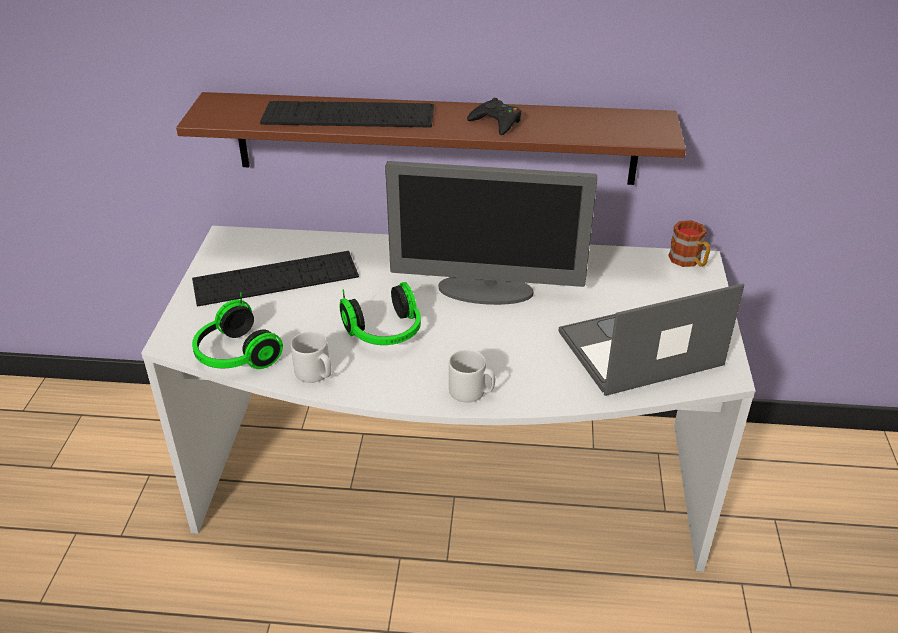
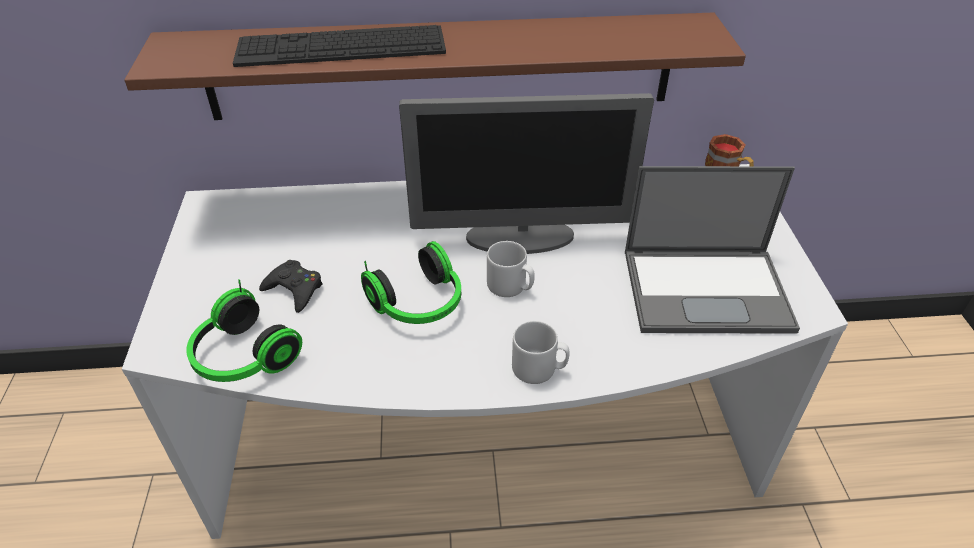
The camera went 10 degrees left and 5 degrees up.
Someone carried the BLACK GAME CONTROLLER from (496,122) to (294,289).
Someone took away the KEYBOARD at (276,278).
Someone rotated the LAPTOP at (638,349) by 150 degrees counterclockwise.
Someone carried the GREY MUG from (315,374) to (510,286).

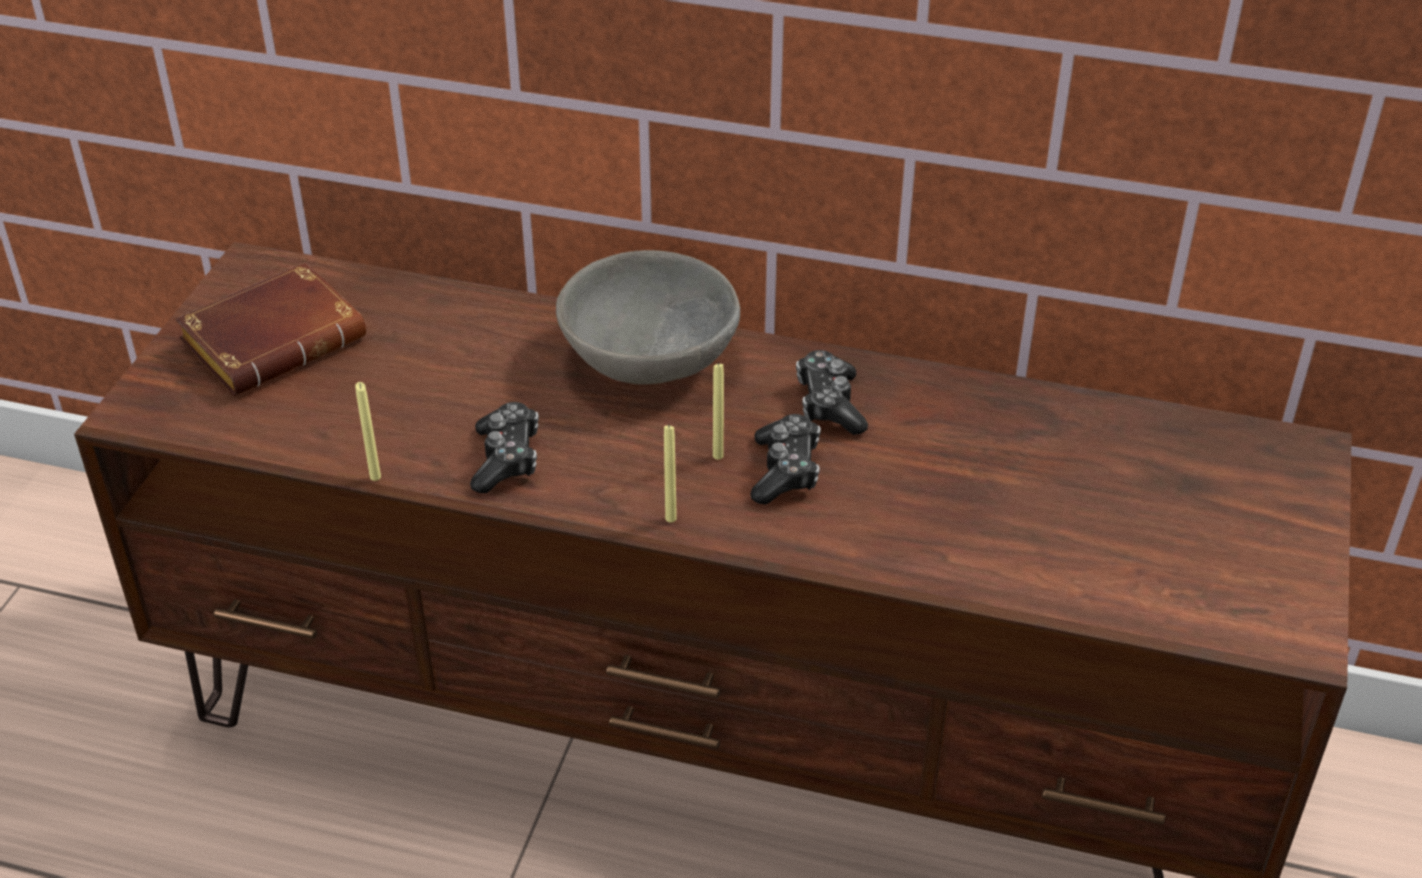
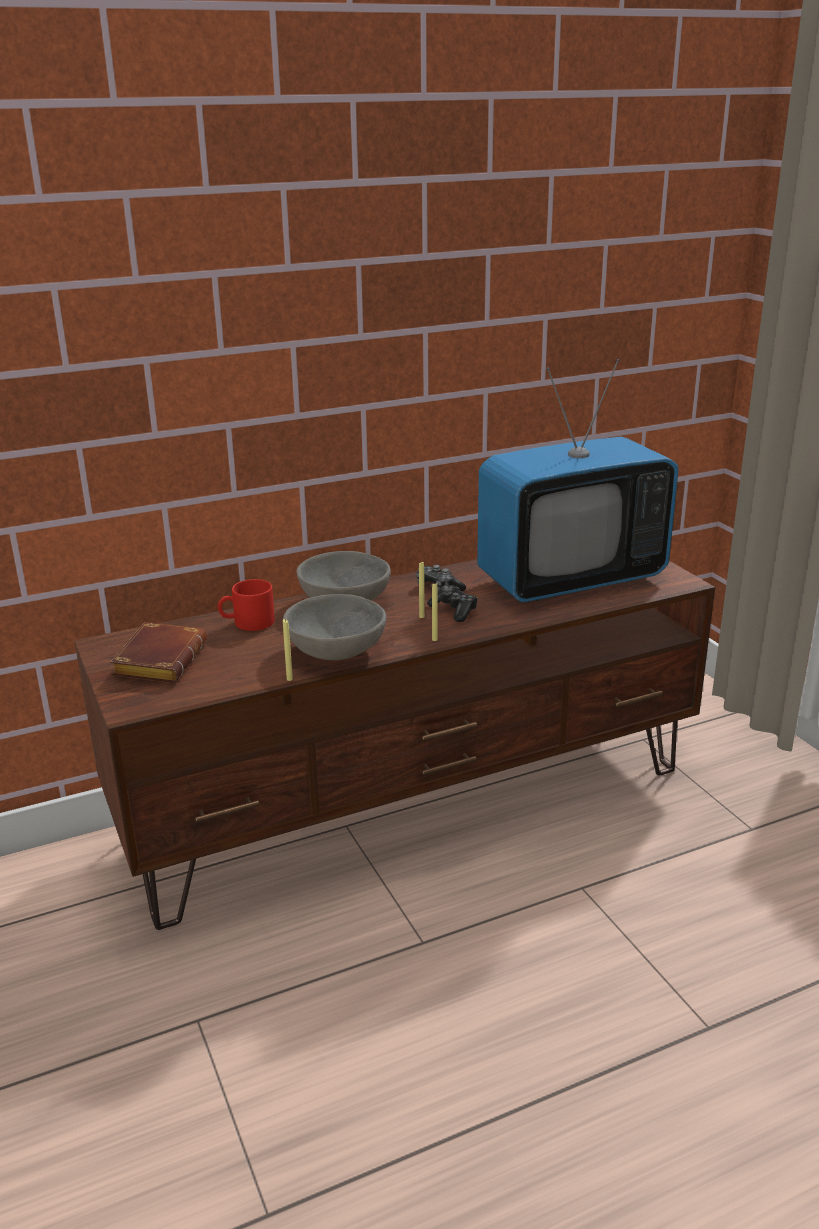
The camera went 40 degrees left and 15 degrees down.
Someone swapped the GAME CONTROLLER at (506,459) for the GREY BOWL at (337,651).
Someone put down the TELEVISION at (571,580).
Someone put down the RED MUG at (247,623).

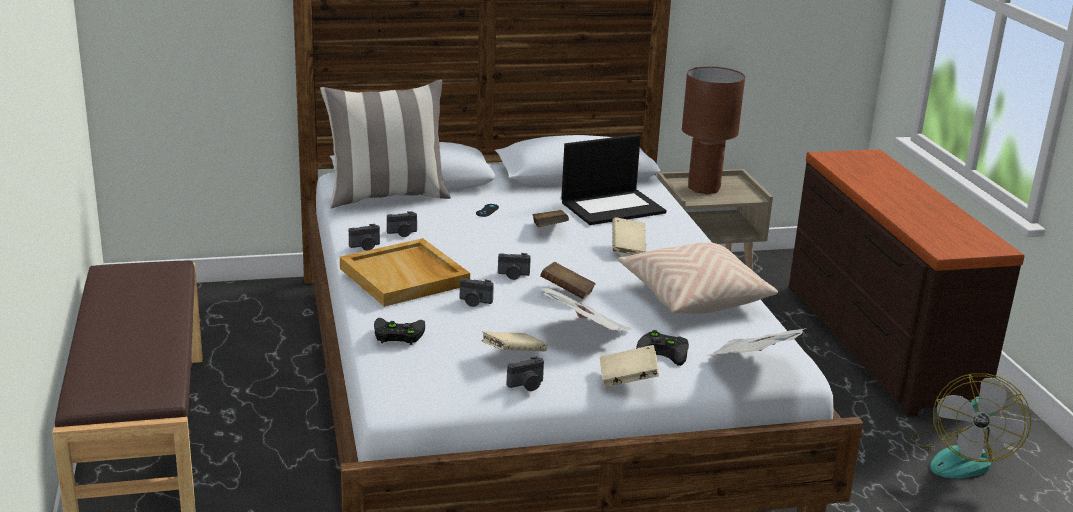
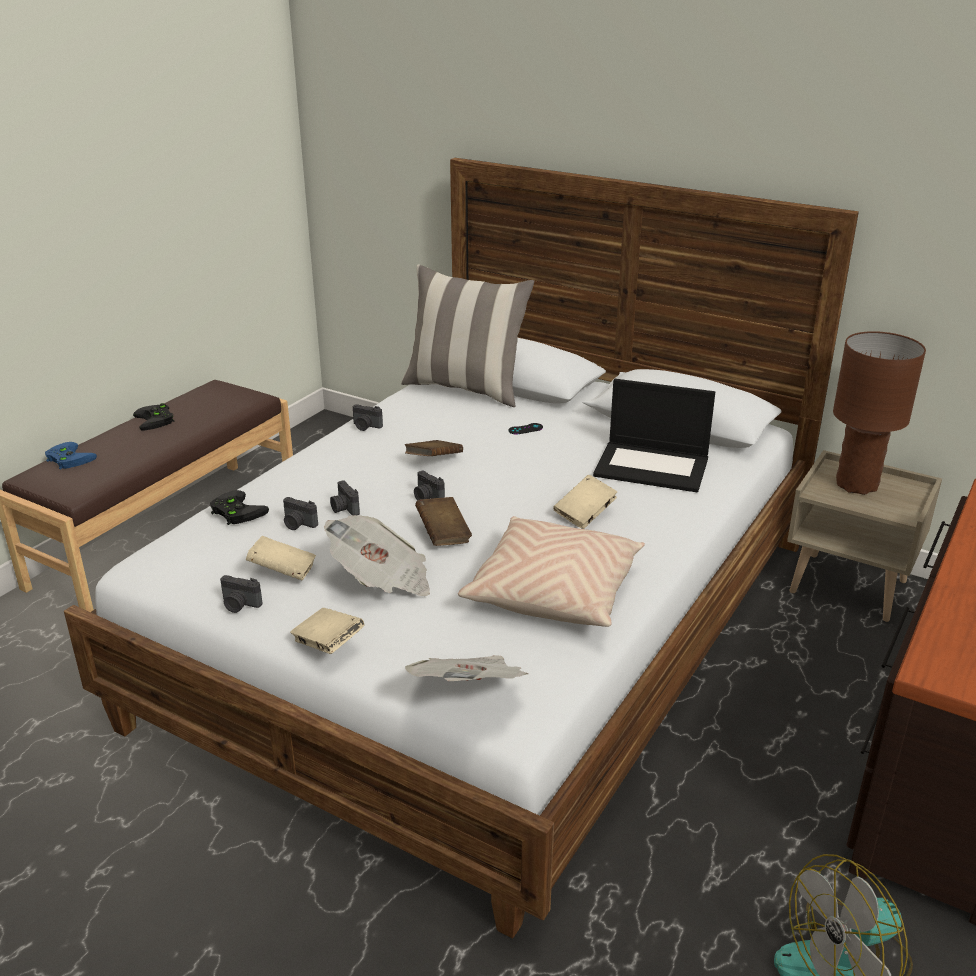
The camera went 45 degrees right and 5 degrees up.
Someone carried the BROWN BOOK from (549,229) to (434,461).
Someone carried the PHOTO CAMERA from (402,233) to (298,524).
Someone took away the BEIGE TRAY at (405,277).
Someone carried the BLACK GAME CONTROLLER from (665,351) to (156,420).
Someone put down the BLUE GAME CONTROLLER at (67,459).

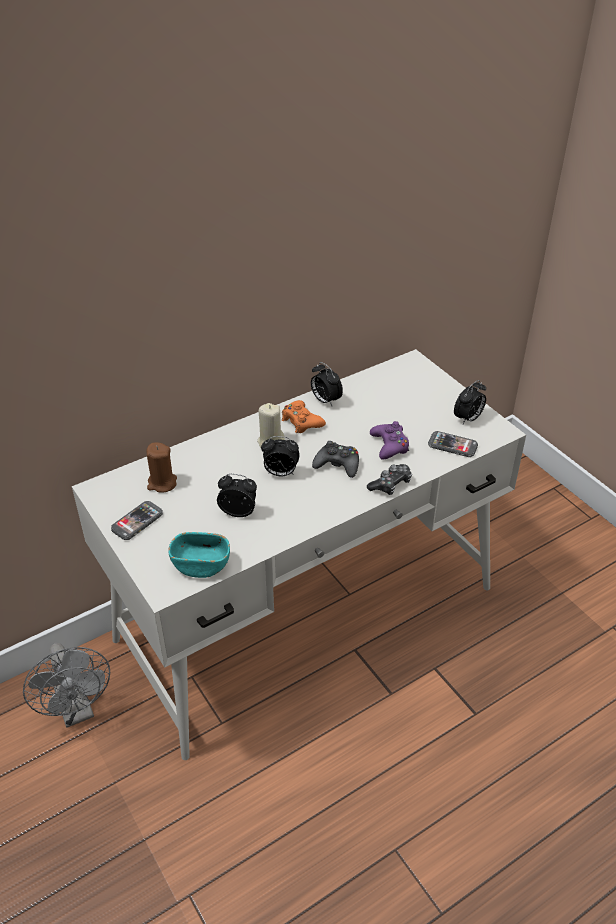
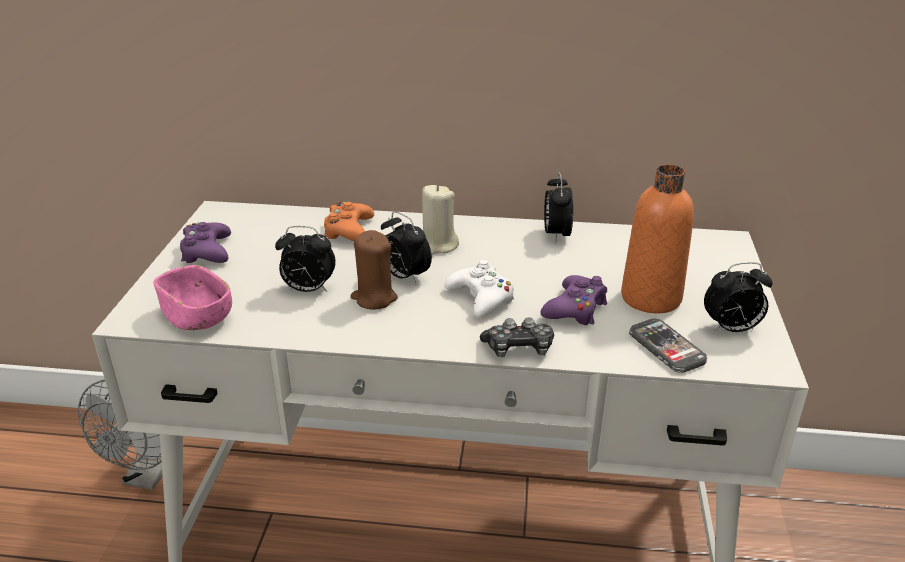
The camera went 40 degrees right and 10 degrees down.
Someone carried the ORANGE GAME CONTROLLER from (301,422) to (349,230).
Someone repainted the BLACK GAME CONTROLLER at (337,464), which became the WHITE GAME CONTROLLER at (481,298).
Someone carried the BROWN CANDLE from (162,483) to (374,298).
Someone rotated the ALARM CLOCK at (239,512) by 135 degrees clockwise.
Someone swapped the PHONE at (137,521) for the PURPLE GAME CONTROLLER at (207,251).
Someone repainted the TURQUOISE BOWL at (201,565), which became the PINK BOWL at (197,317).
Someone put down the ORANGE BOTTLE at (651,298).

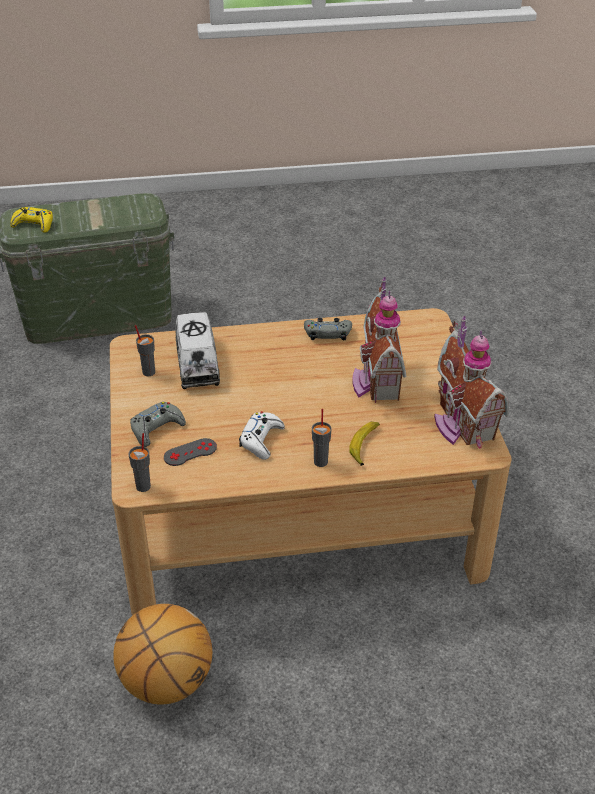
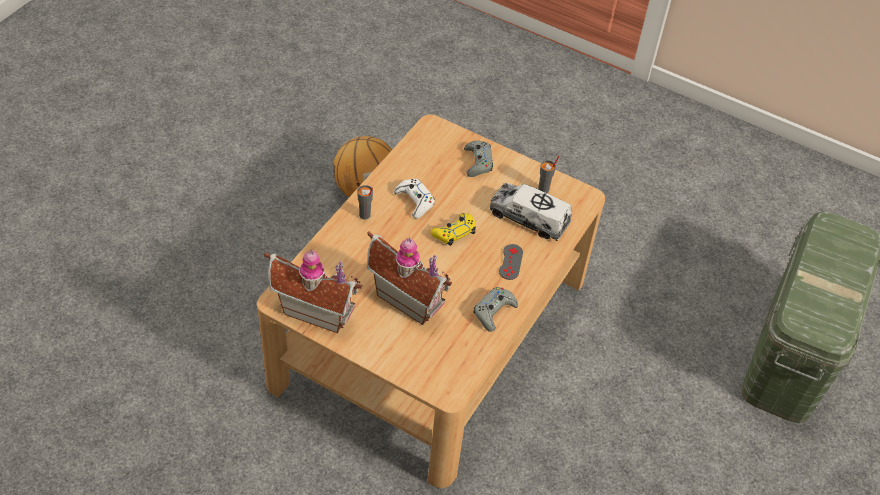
The camera went 125 degrees right and 10 degrees up.
Someone carried the YELLOW GAME CONTROLLER from (34,224) to (454,232).
Someone took away the BANANA at (365,446).
Someone took away the GREY CUP at (144,486).
Someone carried the GREY GAME CONTROLLER from (190,452) to (511,262).

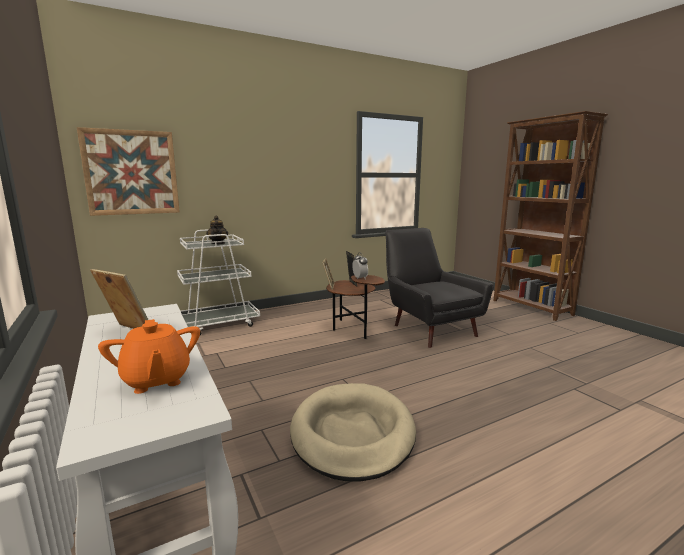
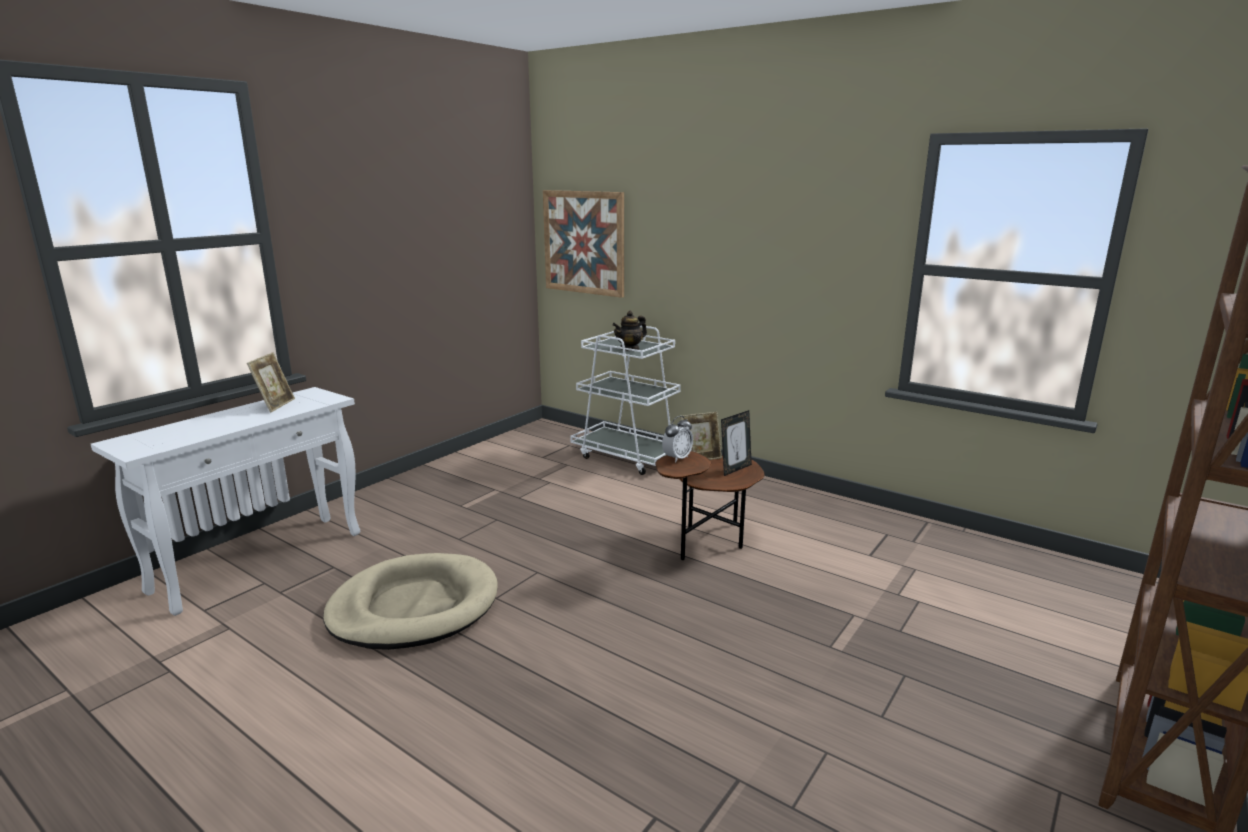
The camera went 65 degrees right and 5 degrees up.
Someone took away the BLACK ARMCHAIR at (428,328).
Someone took away the ORANGE TEAPOT at (156,380).

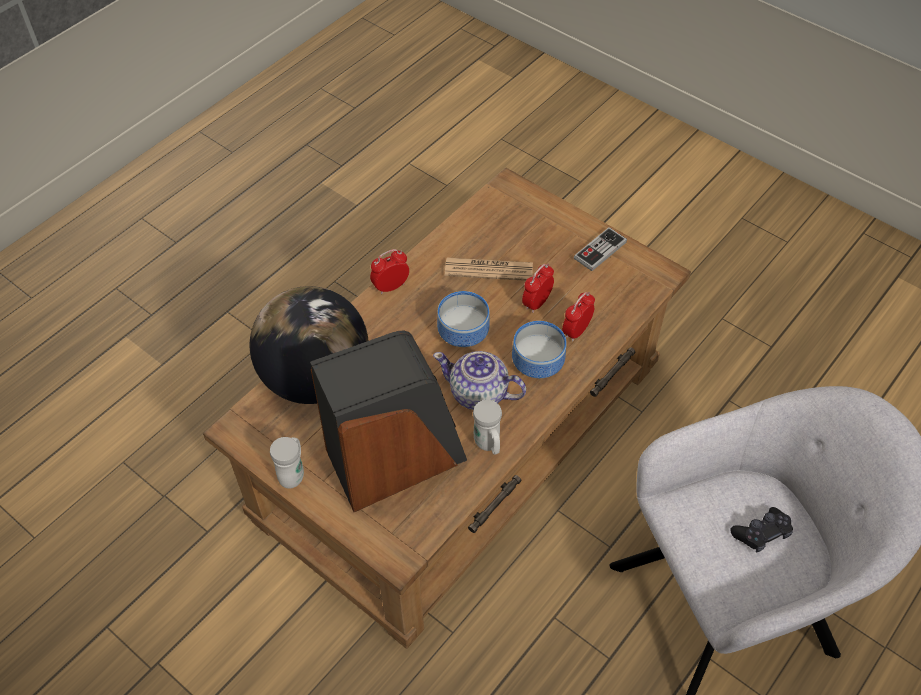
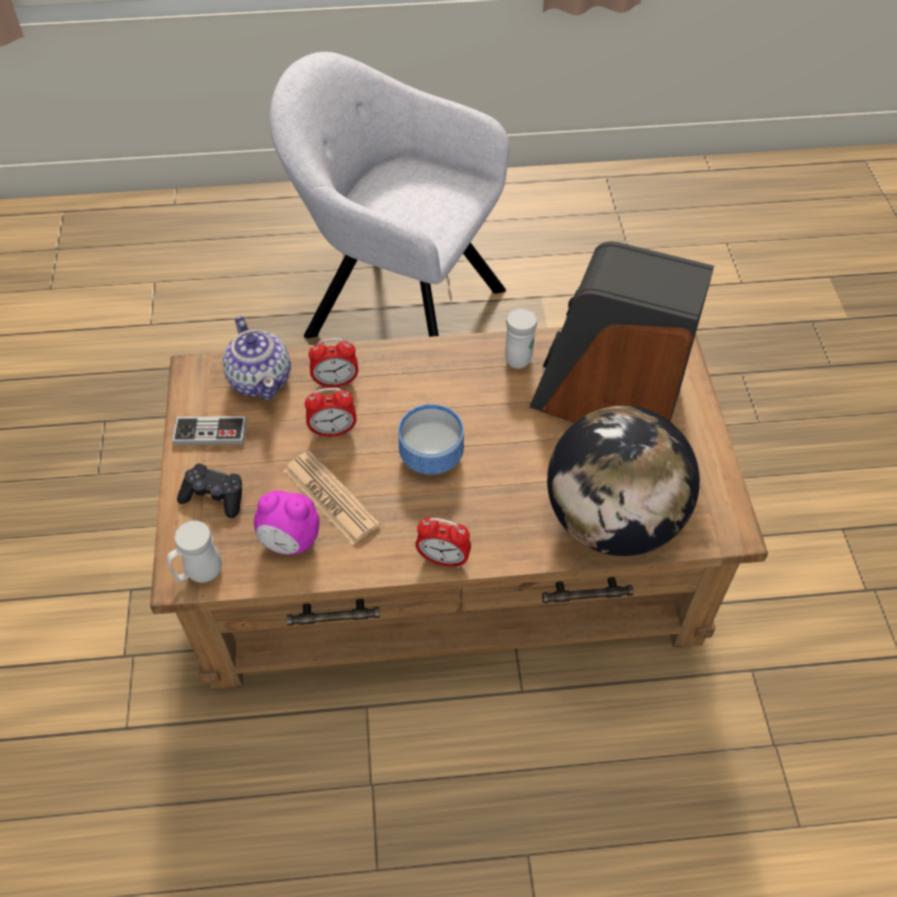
The camera went 135 degrees left and 0 degrees up.
Someone took away the BOWL at (538,365).
Someone carried the TEAPOT from (479,394) to (261,379).
Someone carried the WHITE MUG from (293,473) to (199,574).
Someone carried the BLACK GAME CONTROLLER from (761,533) to (214,496).
Someone put down the ALARM CLOCK at (290,541).

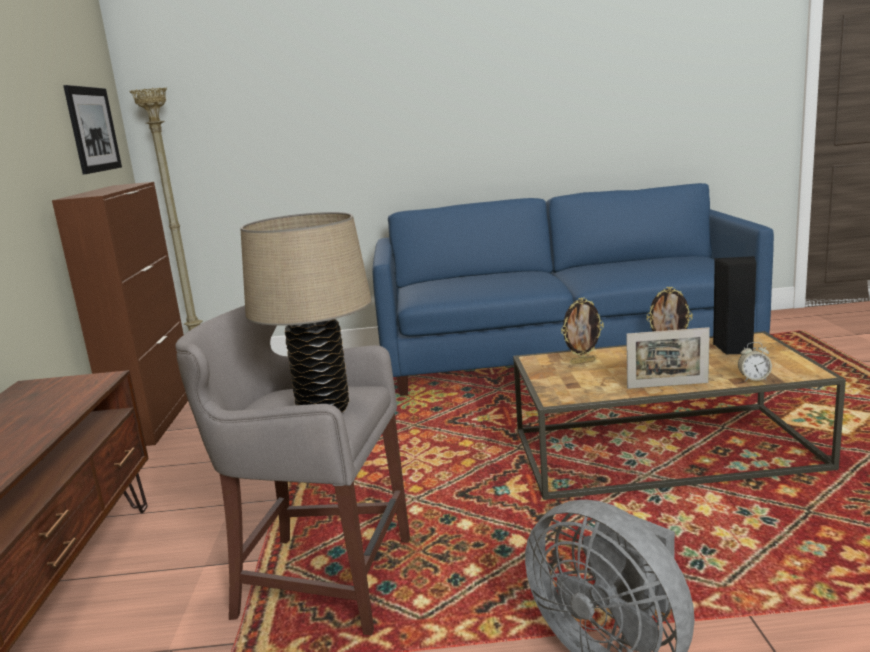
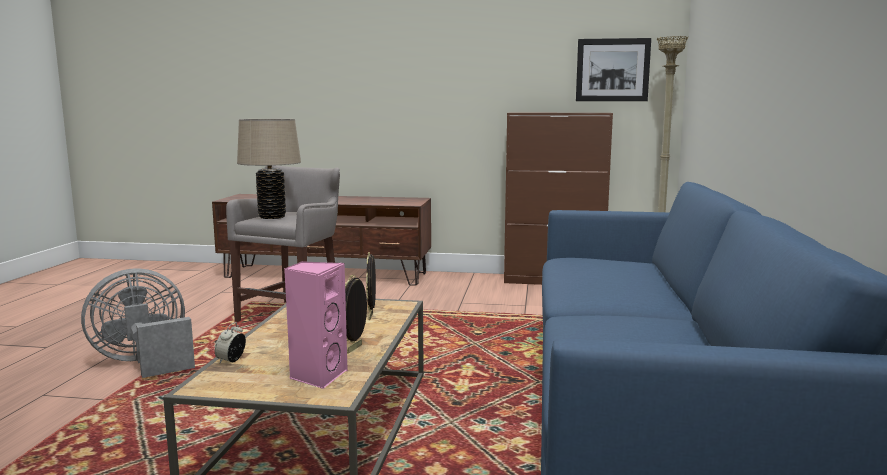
The camera went 100 degrees right and 5 degrees down.
Someone repainted the BLACK SPEAKER at (734,348), which became the PINK SPEAKER at (317,376).
Someone took away the PICTURE FRAME at (667,385).

